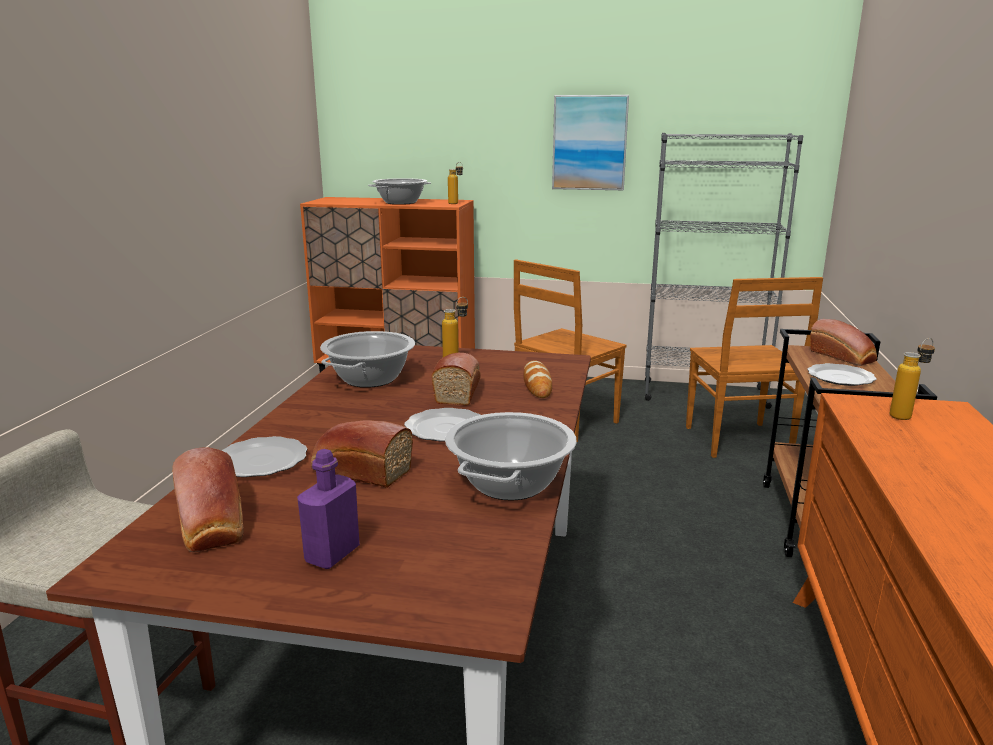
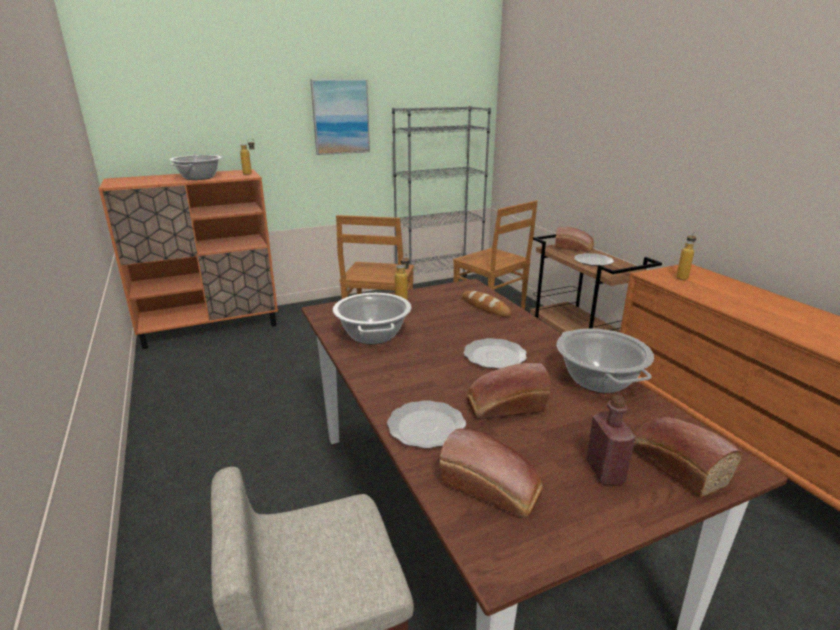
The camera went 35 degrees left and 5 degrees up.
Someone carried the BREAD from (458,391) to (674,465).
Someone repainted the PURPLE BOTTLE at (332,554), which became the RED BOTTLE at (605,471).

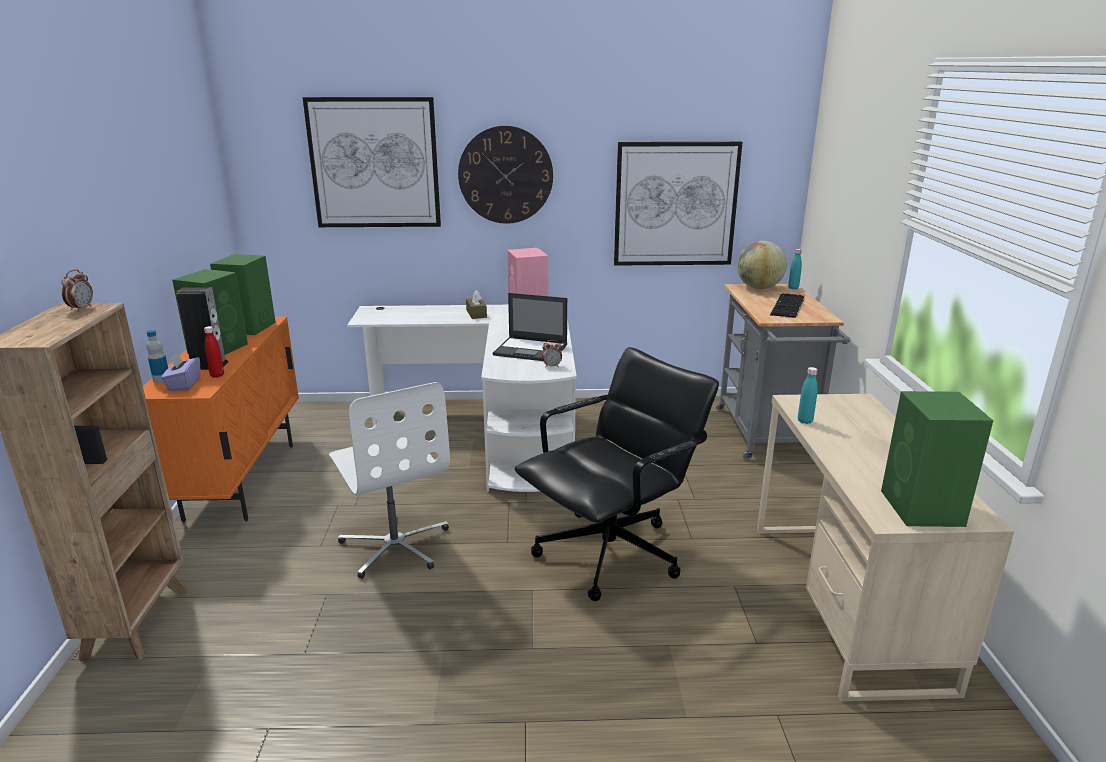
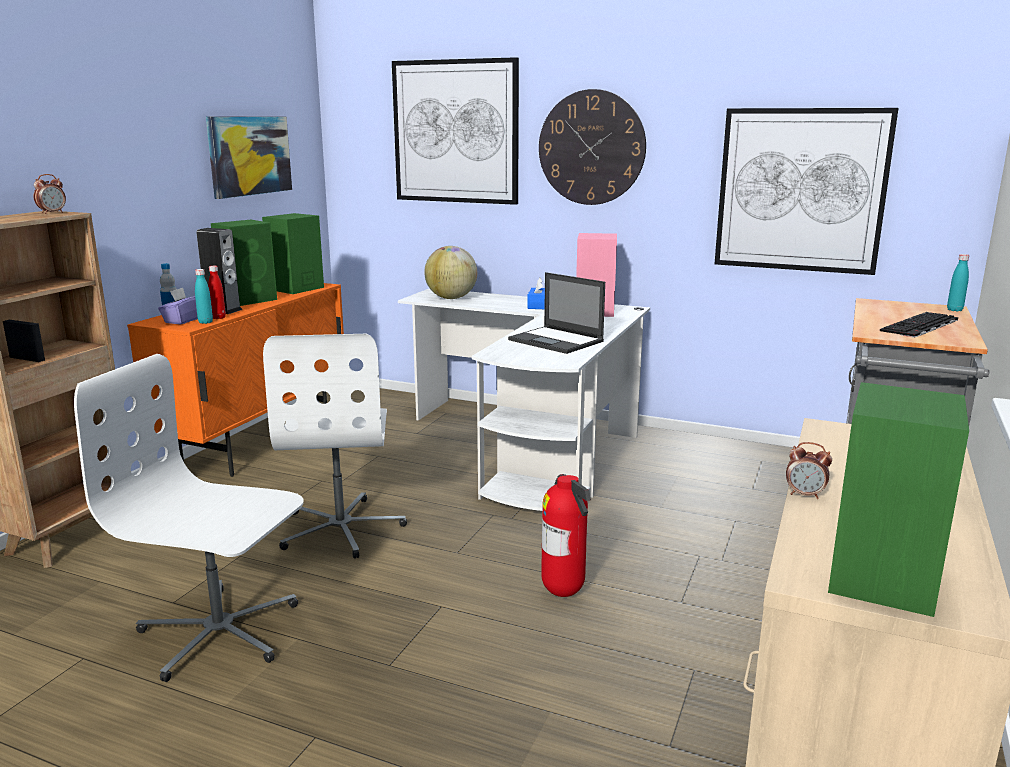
The camera went 25 degrees right and 5 degrees down.
Someone carried the GLOBE from (758,288) to (451,298).
Someone repainted the BROWN TISSUE BOX at (476,314), which became the BLUE TISSUE BOX at (538,305).
Someone carried the ALARM CLOCK from (552,366) to (805,495).
Someone swapped the BLACK OFFICE CHAIR at (611,553) for the FIRE EXTINGUISHER at (564,593).
Someone carried the TURQUOISE BOTTLE from (805,421) to (205,322).
Someone put up the PICTURE at (249,155).
Someone put down the WHITE OFFICE CHAIR at (219,633).

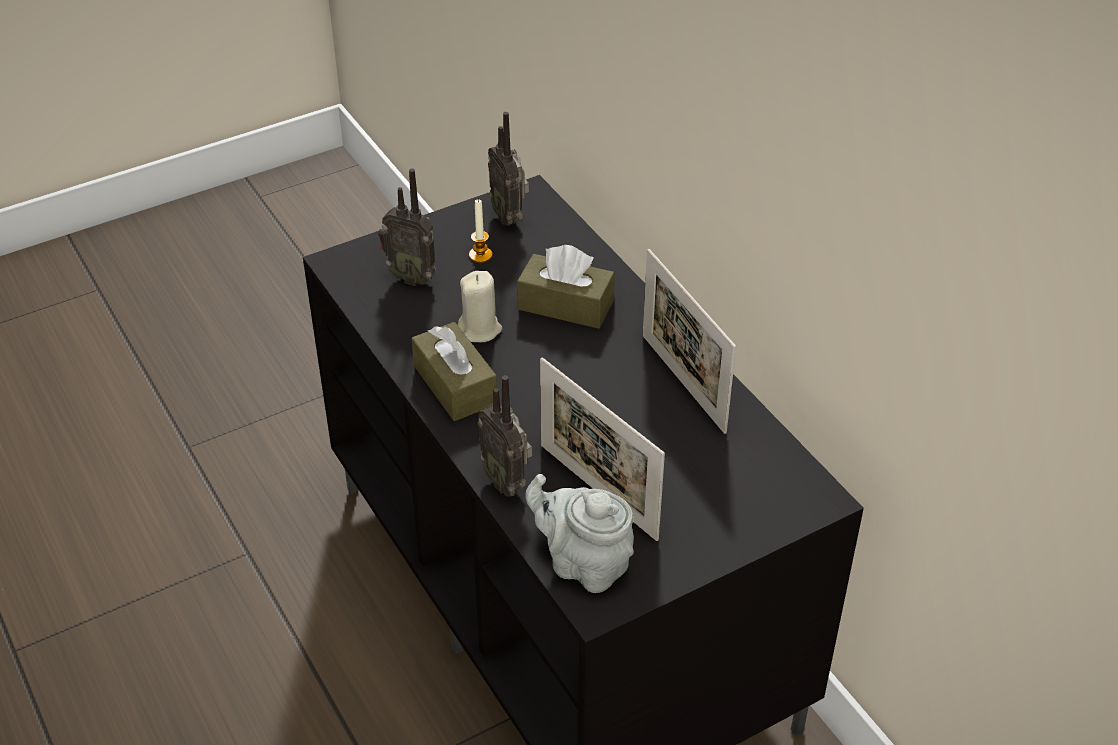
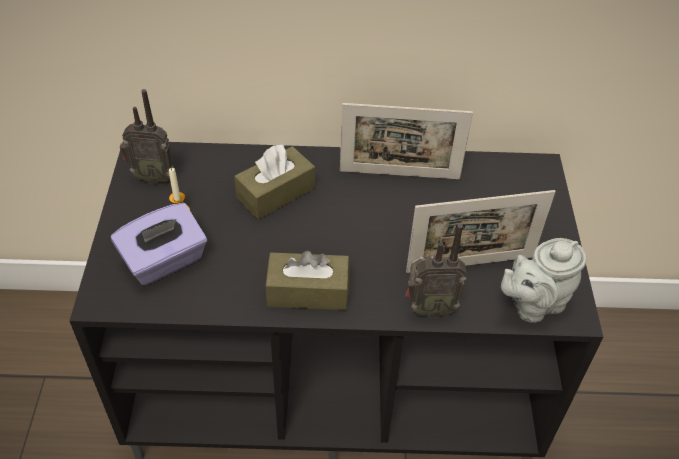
The camera went 60 degrees left and 5 degrees up.
Someone swapped the RADIO at (412,276) for the PURPLE TISSUE BOX at (165,261).
Someone took away the BEIGE CANDLE at (480,329).

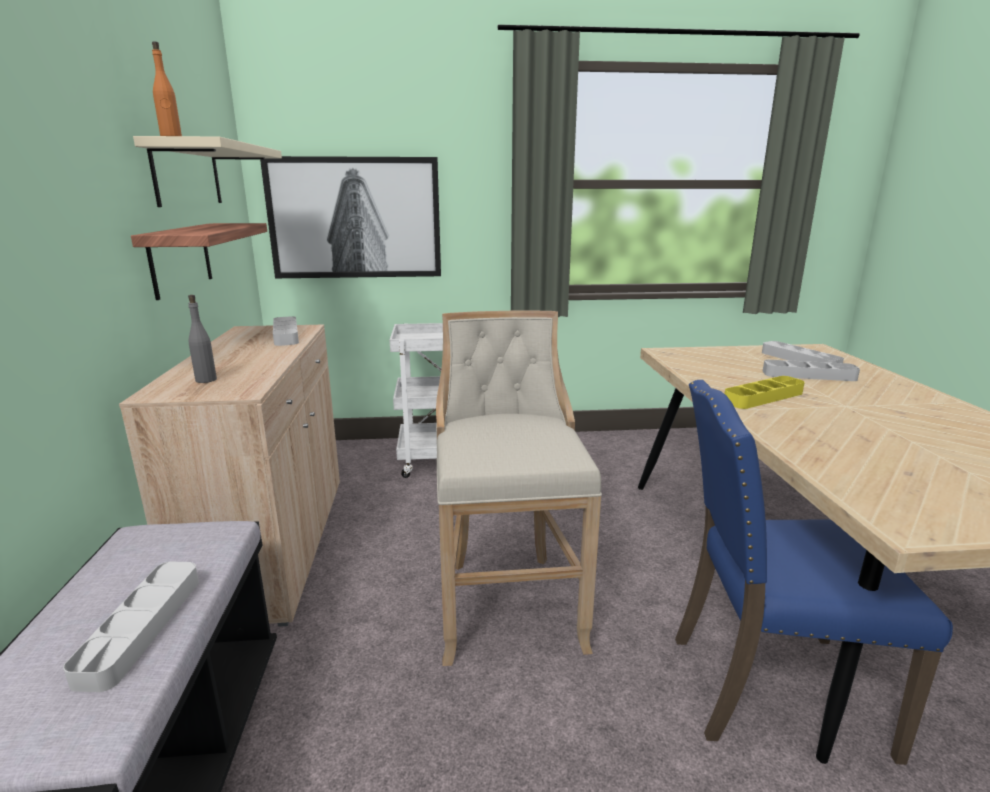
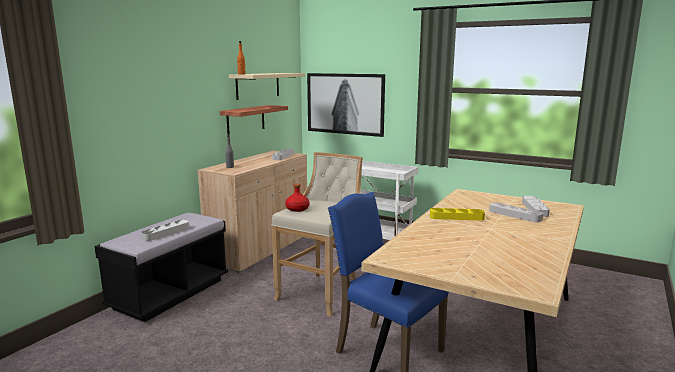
The camera went 35 degrees right and 5 degrees down.
Someone put down the RED BOTTLE at (297,209).

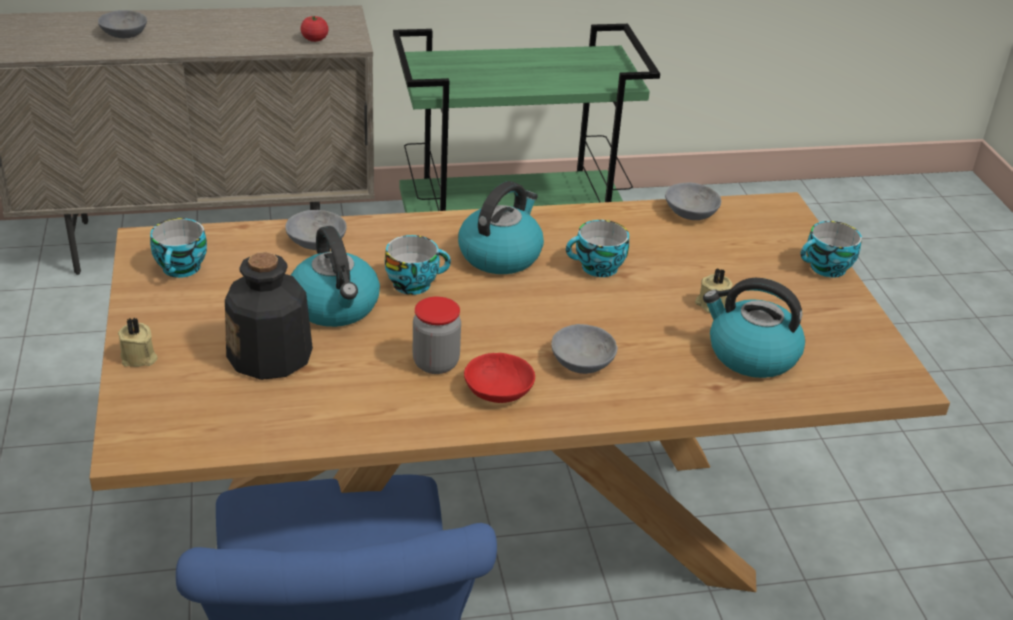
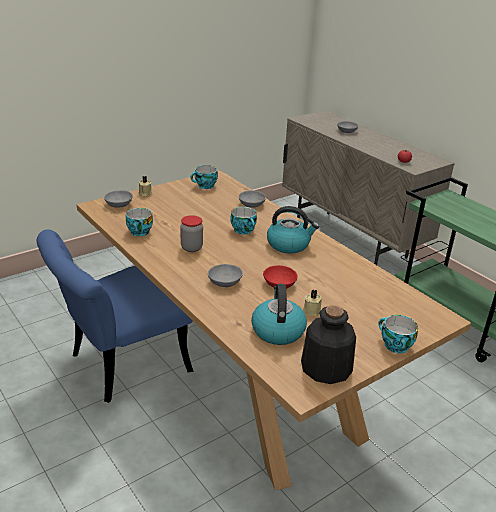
The camera went 65 degrees right and 5 degrees down.
Someone carried the GREY BOWL from (689,212) to (118,204).
Someone carried the CUP from (597,268) to (138,231).
Someone took away the KETTLE at (335,307).
Someone carried the BOTTLE from (270,356) to (326,368).
Someone carried the RED BOWL from (497,392) to (278,284).

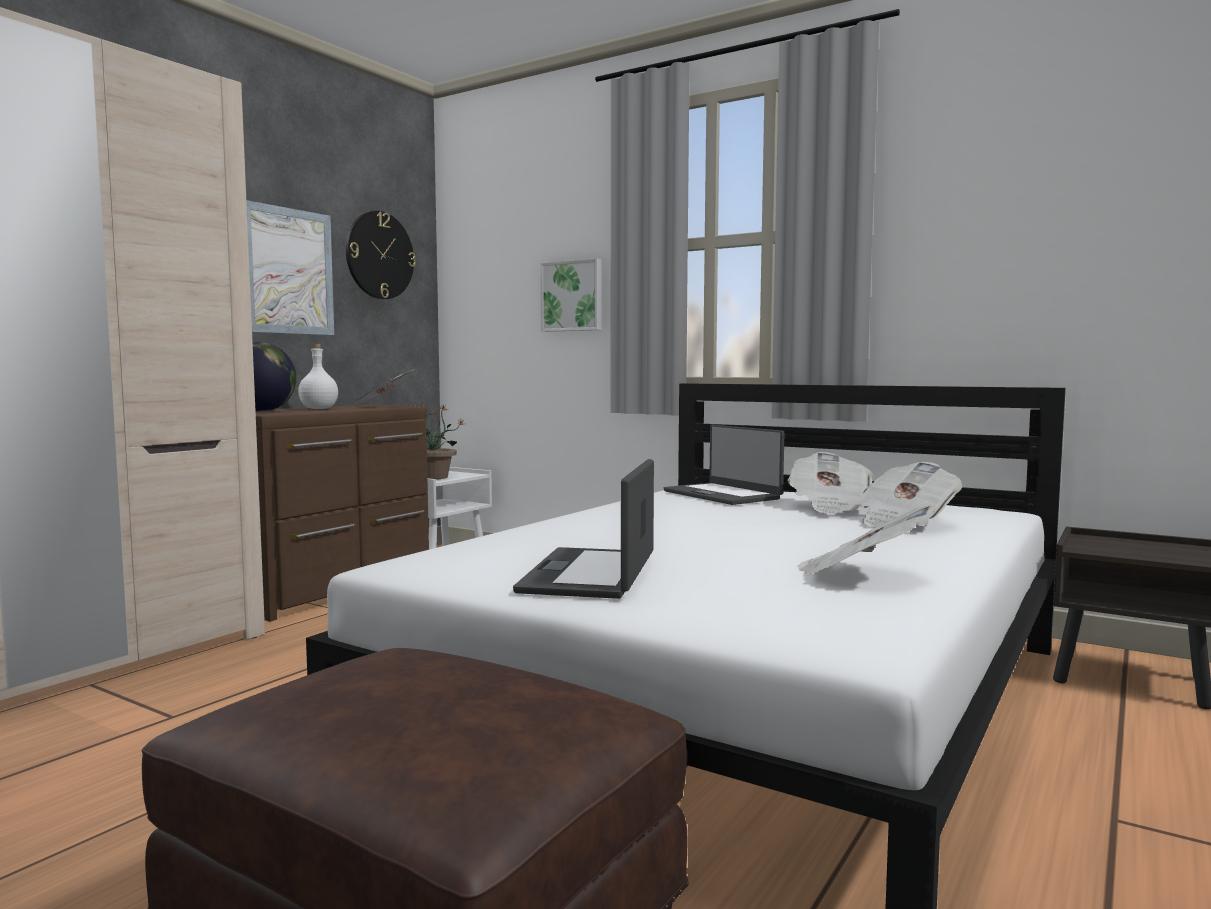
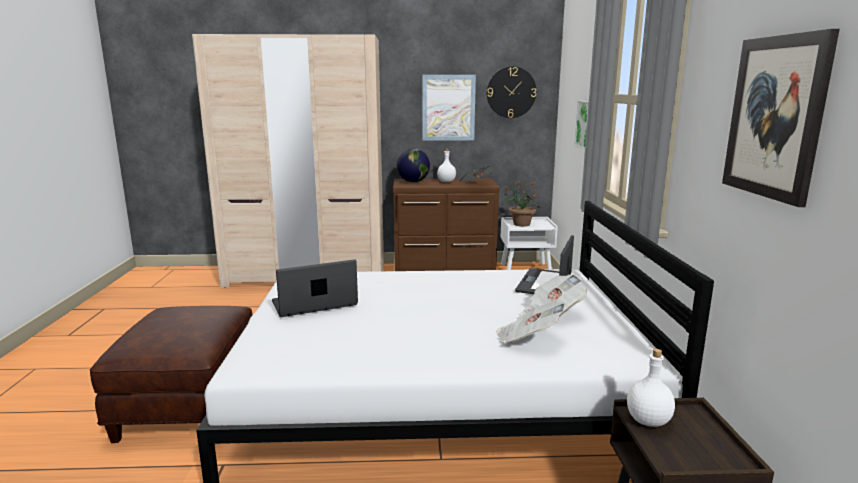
The camera went 55 degrees right and 10 degrees up.
Someone took away the NEWSPAPER at (859,576).
Someone put up the PICTURE at (775,117).
Someone put down the WHITE BOTTLE at (649,421).

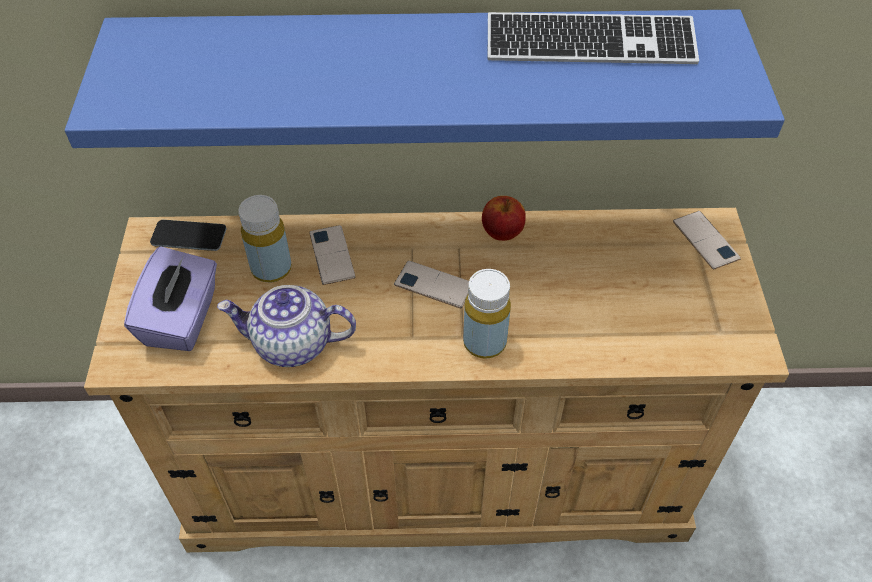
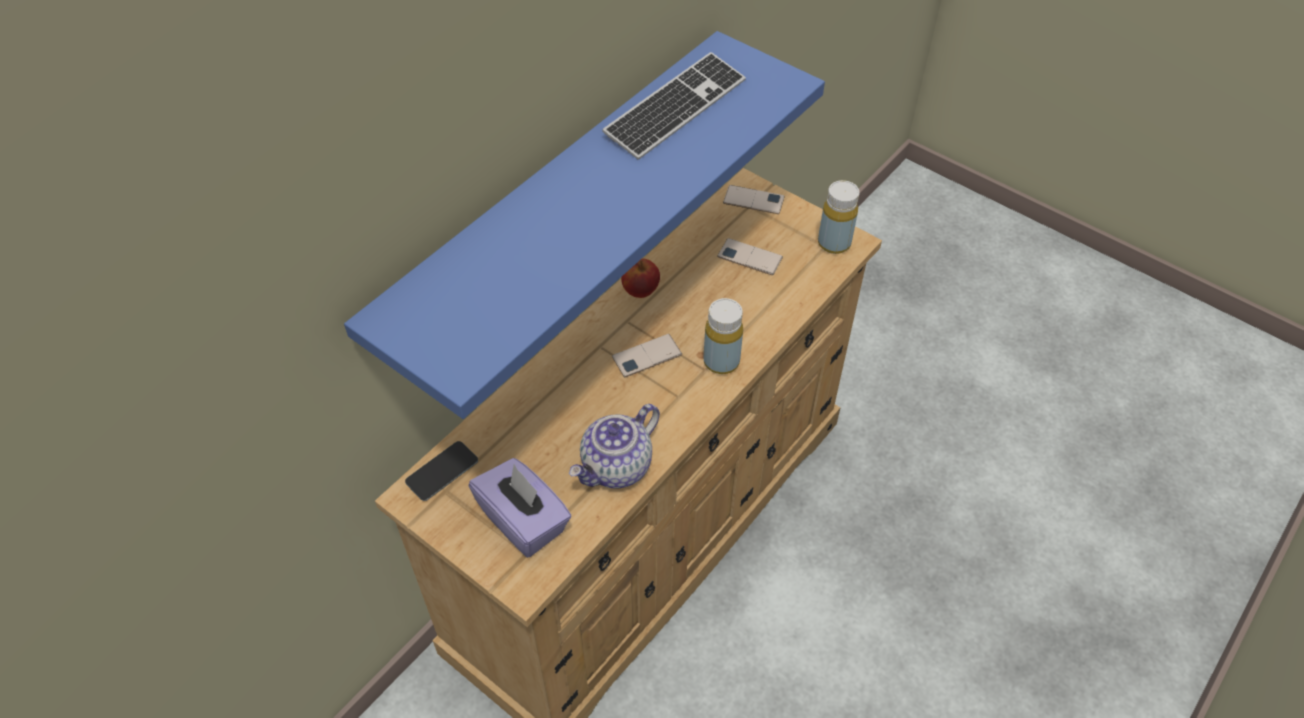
The camera went 50 degrees left and 0 degrees up.
Someone carried the YELLOW BOTTLE from (271,268) to (834,243).
Someone carried the PHONE from (332,255) to (750,257).

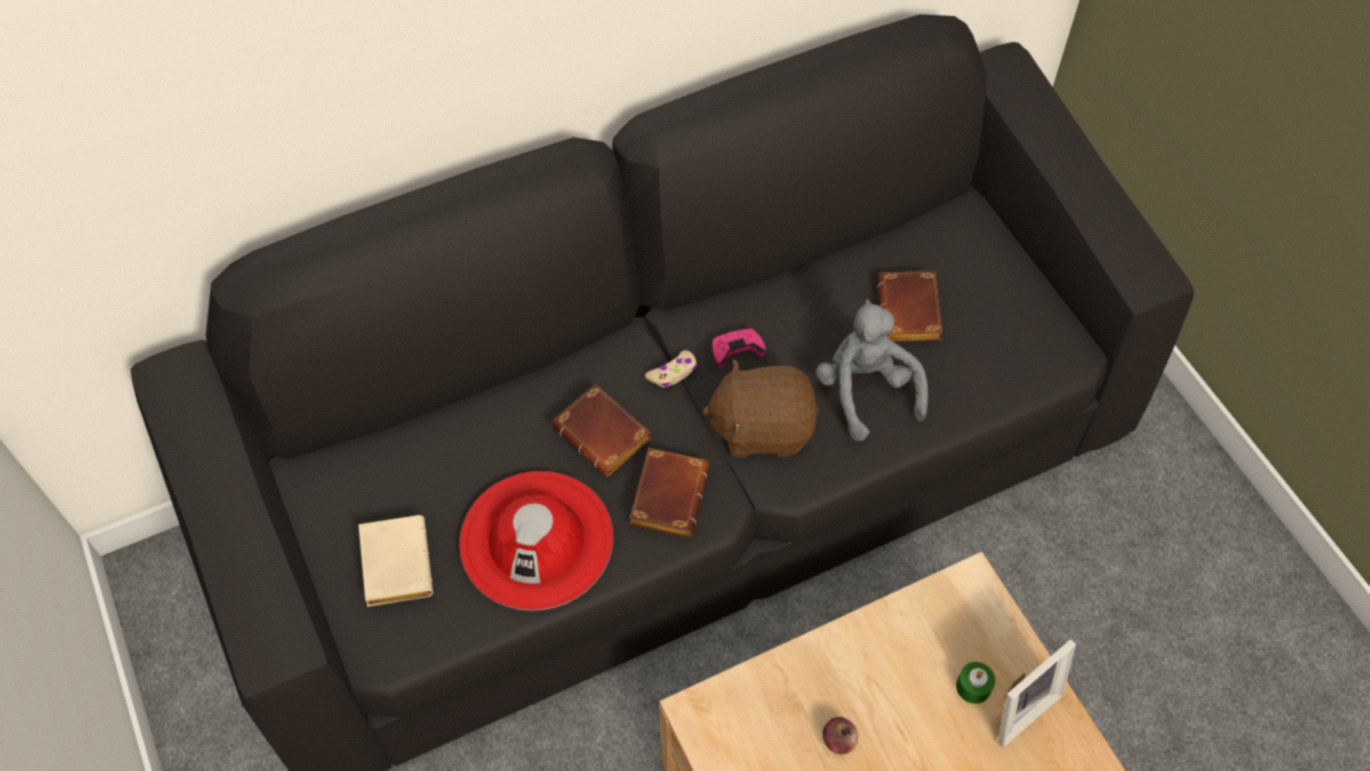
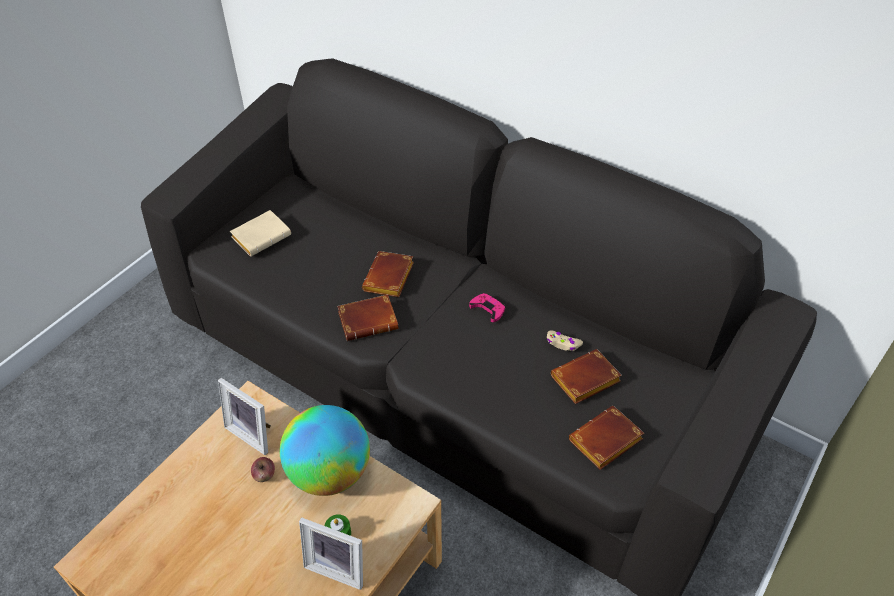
The camera went 60 degrees right and 10 degrees down.
Someone took away the GREY PLUSH TOY at (866,391).
Someone carried the BEIGE GAME CONTROLLER from (673,373) to (563,343).
Someone took away the BROWN PLUSH TOY at (762,427).
Someone took away the RED HAT at (537,540).
Someone put down the PICTURE FRAME at (253,432).
Someone put down the GLOBE at (329,472).
Someone put down the BROWN BOOK at (605,443).

